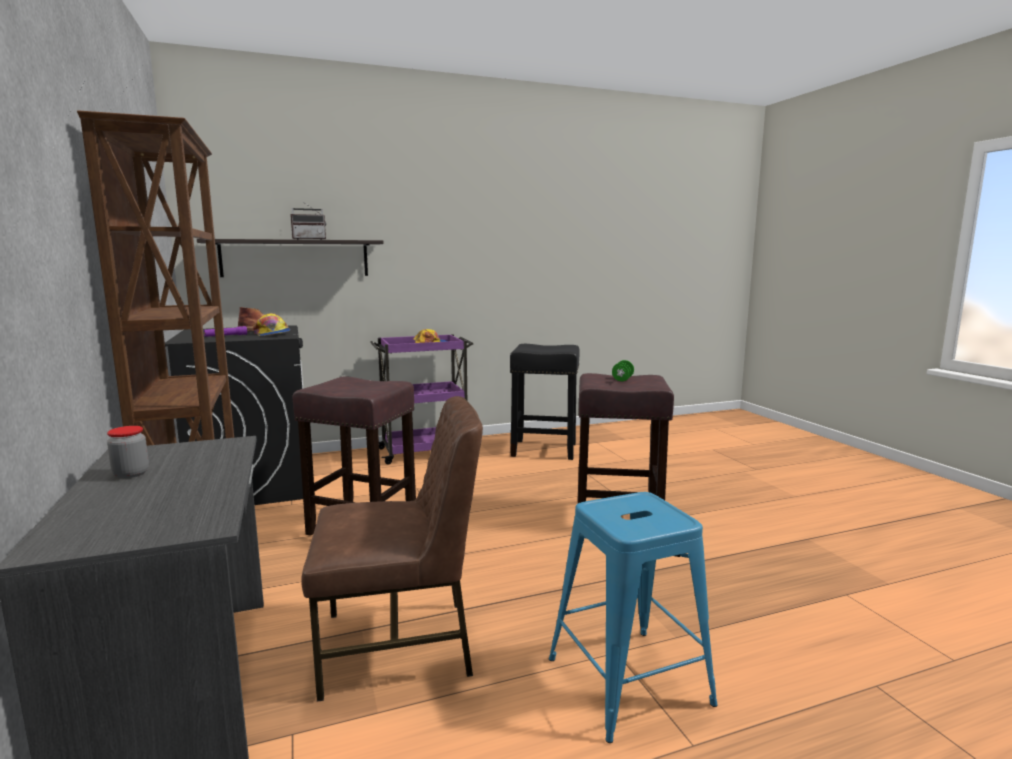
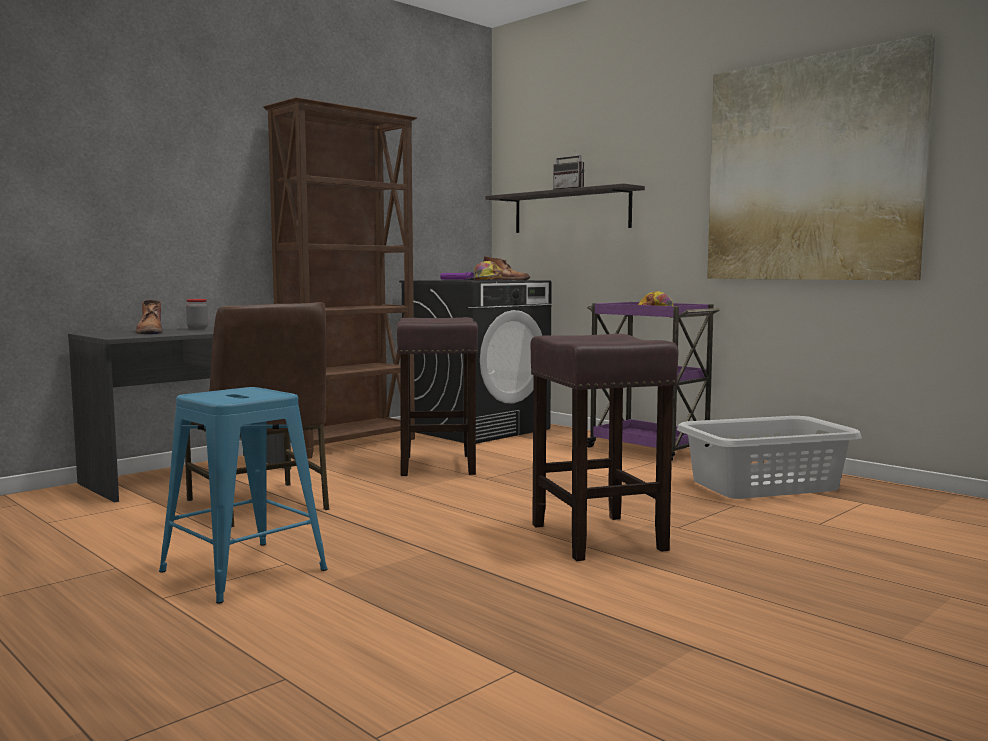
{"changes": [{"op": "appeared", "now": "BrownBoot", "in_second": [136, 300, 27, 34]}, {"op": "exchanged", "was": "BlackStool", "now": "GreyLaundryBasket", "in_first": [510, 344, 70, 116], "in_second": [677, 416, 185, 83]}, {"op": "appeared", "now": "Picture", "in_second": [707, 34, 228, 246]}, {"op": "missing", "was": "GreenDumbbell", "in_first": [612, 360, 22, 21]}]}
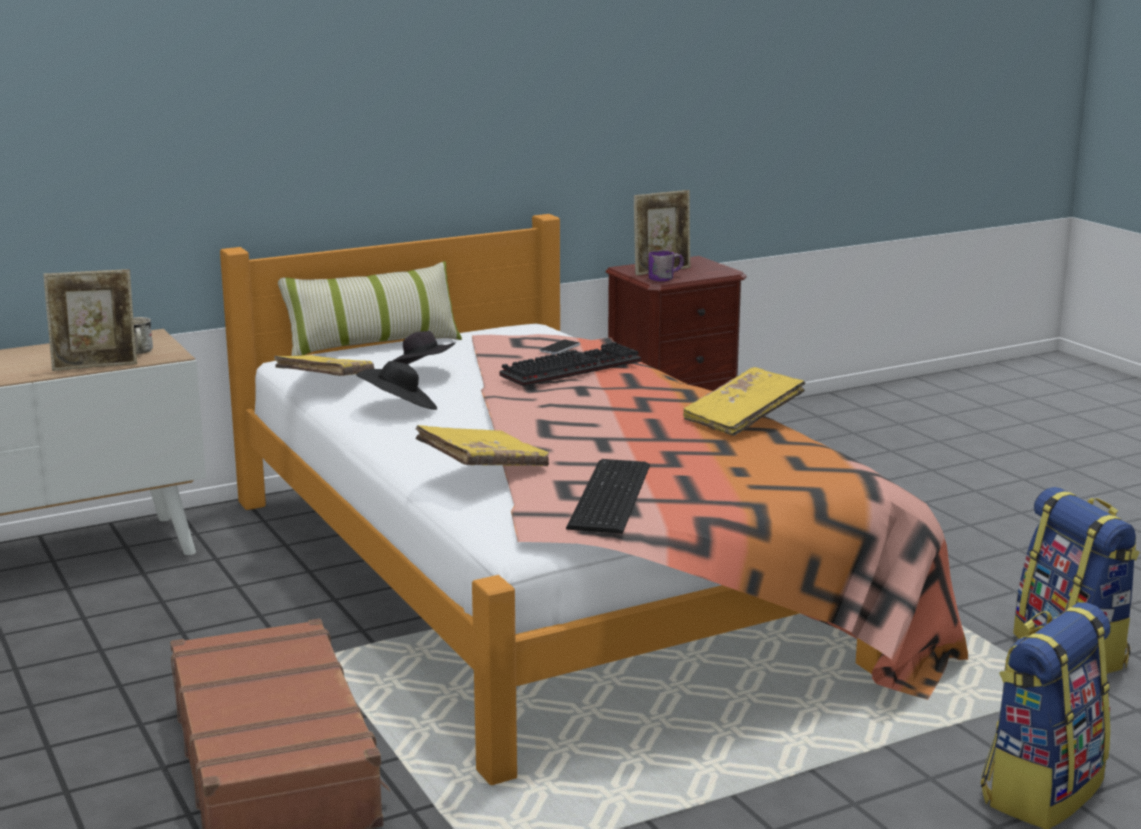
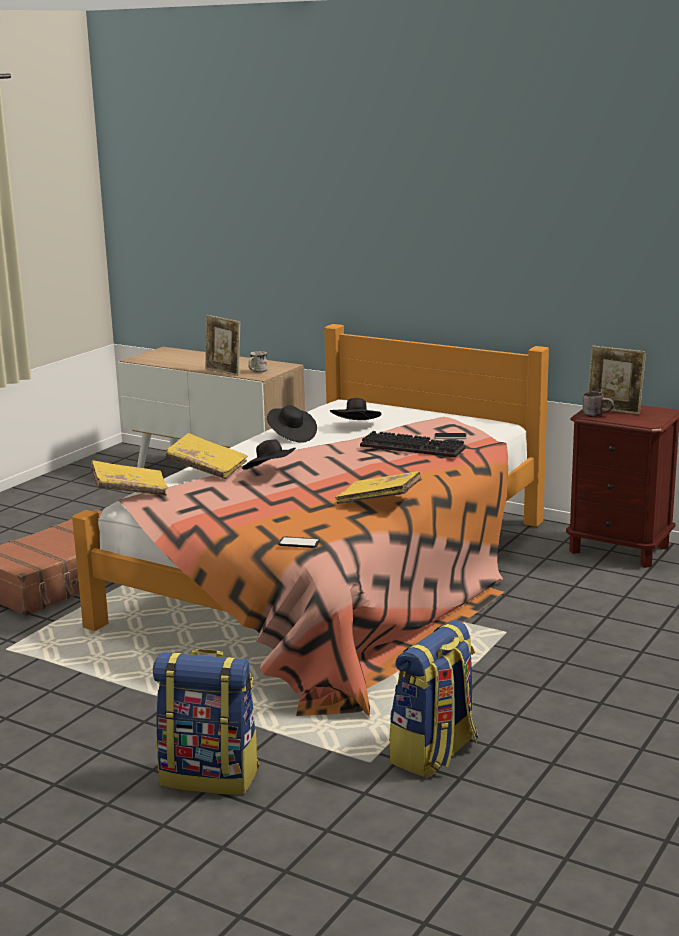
{"changes": [{"op": "relocated", "was": "YellowBook", "in_first": [274, 355, 100, 21], "in_second": [91, 460, 77, 36]}, {"op": "appeared", "now": "BlackHat", "in_second": [242, 439, 54, 31]}, {"op": "appeared", "now": "Phone", "in_second": [278, 536, 42, 12]}, {"op": "colour", "was": "PurpleMug", "now": "BrownMug", "in_first": [648, 250, 36, 31], "in_second": [583, 392, 31, 25]}, {"op": "missing", "was": "Pillow", "in_first": [278, 261, 184, 95]}, {"op": "missing", "was": "Keyboard", "in_first": [566, 459, 84, 75]}]}
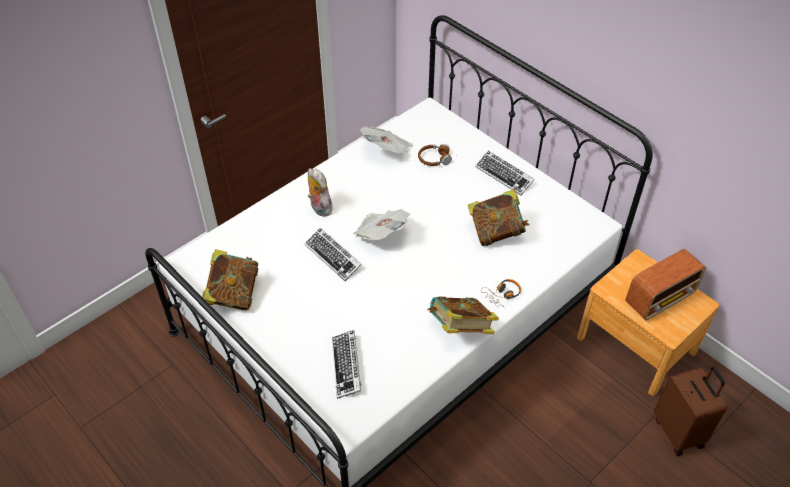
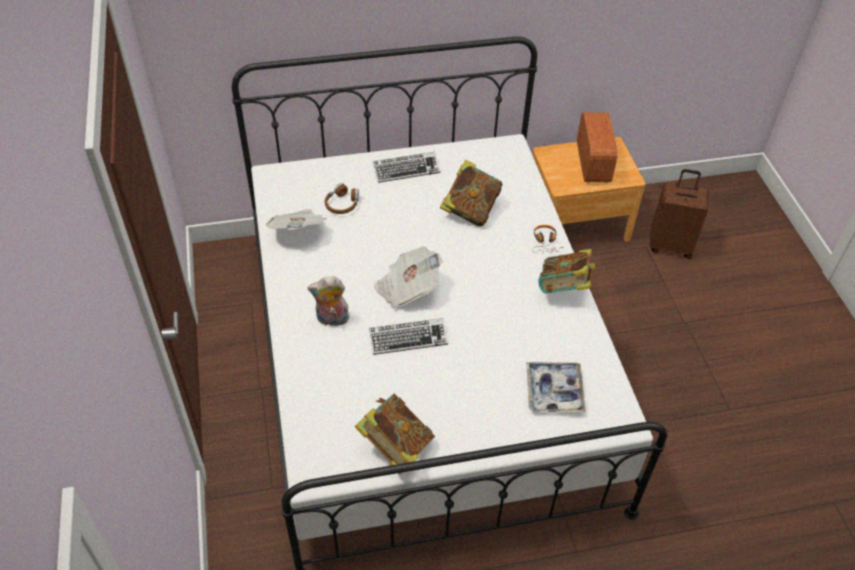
{"changes": [{"op": "exchanged", "was": "Keyboard", "now": "Tray", "in_first": [331, 330, 31, 69], "in_second": [526, 362, 60, 50]}]}
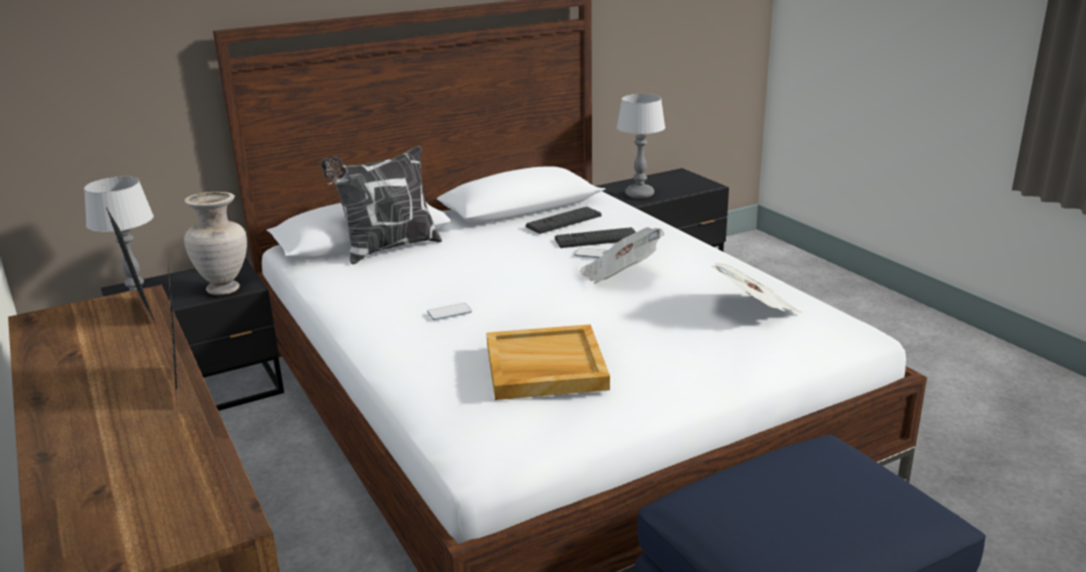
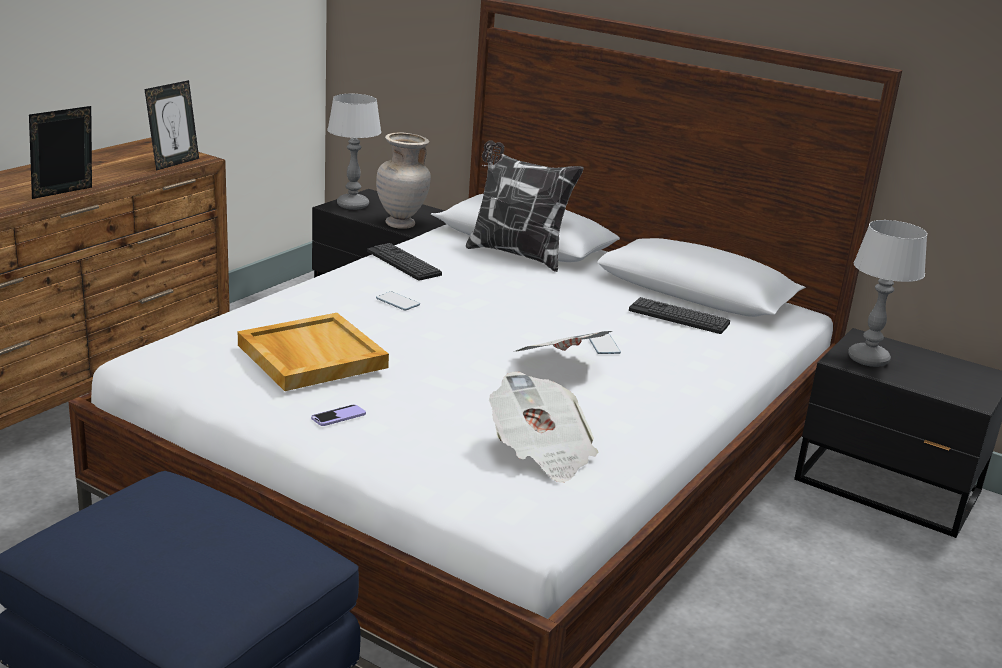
{"changes": [{"op": "appeared", "now": "Phone", "in_second": [311, 405, 55, 21]}, {"op": "relocated", "was": "Keyboard", "in_first": [555, 227, 81, 21], "in_second": [368, 243, 74, 38]}]}
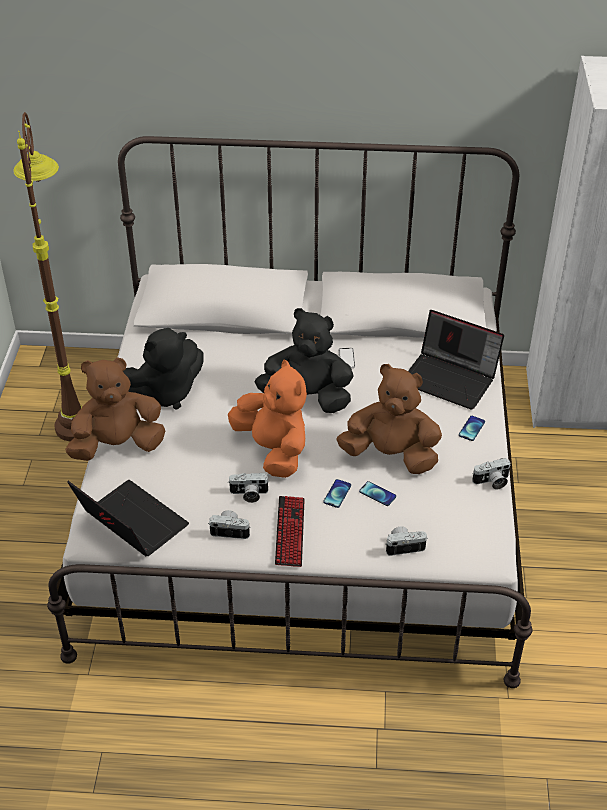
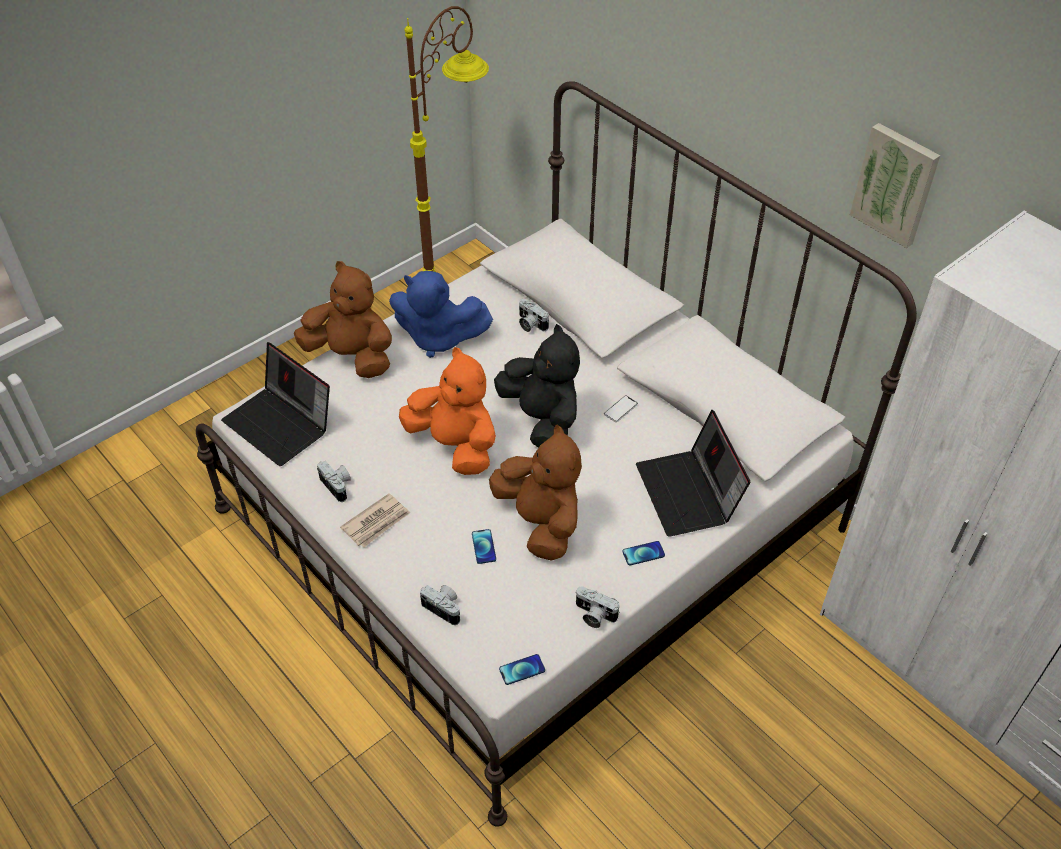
{"changes": [{"op": "spun", "was": "Laptop", "in_first": [67, 480, 122, 76], "in_second": [221, 342, 109, 124], "clockwise": 135}, {"op": "exchanged", "was": "Keyboard", "now": "Newspaper", "in_first": [275, 496, 30, 71], "in_second": [340, 494, 70, 53]}, {"op": "colour", "was": "BlackPlushToy", "now": "BluePlushToy", "in_first": [123, 328, 81, 82], "in_second": [389, 271, 104, 87]}, {"op": "spun", "was": "OrangePlushToy", "in_first": [228, 360, 79, 118], "in_second": [399, 347, 97, 128], "clockwise": -60}, {"op": "relocated", "was": "Phone", "in_first": [323, 479, 28, 29], "in_second": [499, 654, 46, 31]}, {"op": "relocated", "was": "PhotoCamera", "in_first": [228, 473, 42, 30], "in_second": [519, 299, 30, 33]}, {"op": "appeared", "now": "Picture", "in_second": [850, 123, 90, 125]}]}
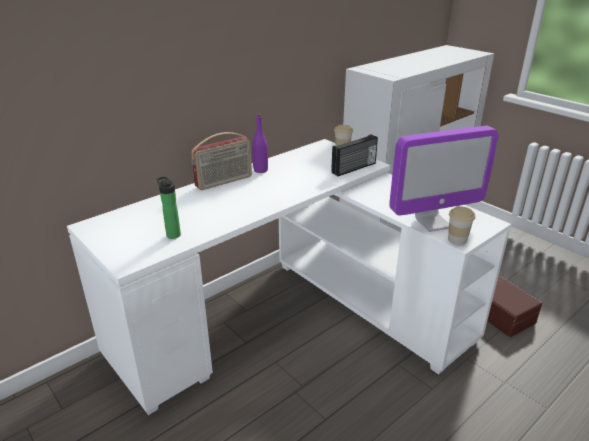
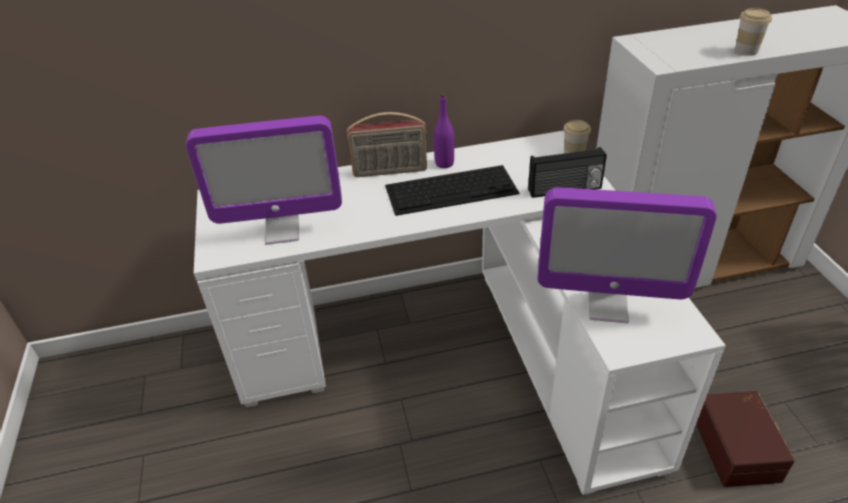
{"changes": [{"op": "exchanged", "was": "Bottle", "now": "Monitor", "in_first": [157, 176, 24, 63], "in_second": [186, 116, 156, 128]}, {"op": "appeared", "now": "Keyboard", "in_second": [385, 165, 134, 51]}, {"op": "relocated", "was": "Cup", "in_first": [448, 206, 27, 39], "in_second": [735, 8, 37, 48]}]}
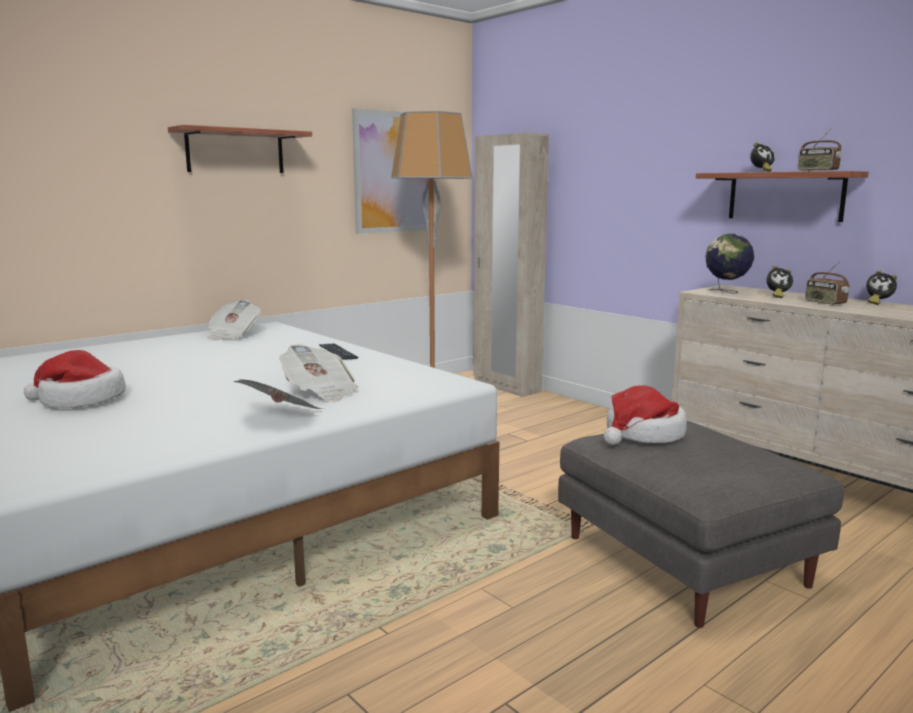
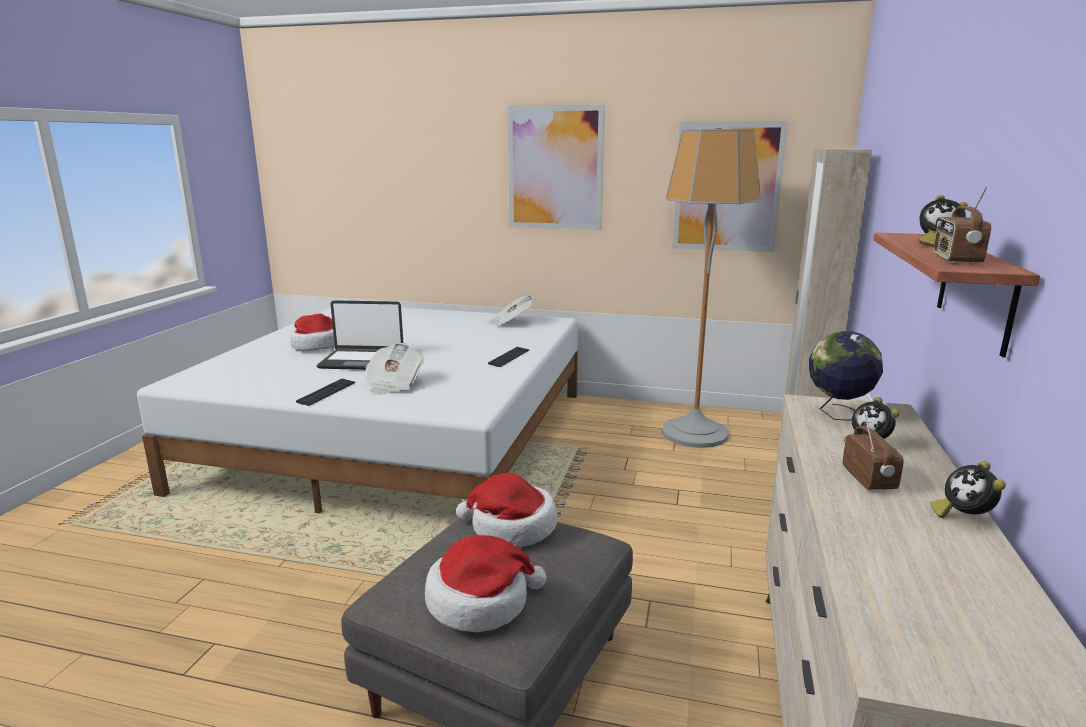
{"changes": [{"op": "exchanged", "was": "Newspaper", "now": "Keyboard", "in_first": [233, 380, 90, 29], "in_second": [296, 378, 59, 28]}, {"op": "appeared", "now": "Laptop", "in_second": [317, 300, 86, 70]}, {"op": "appeared", "now": "Hat", "in_second": [425, 535, 122, 97]}, {"op": "exchanged", "was": "Shelf", "now": "Picture", "in_first": [168, 125, 144, 48], "in_second": [507, 105, 98, 125]}, {"op": "spun", "was": "Radio", "in_first": [805, 261, 44, 44], "in_second": [843, 411, 61, 79], "clockwise": 150}]}
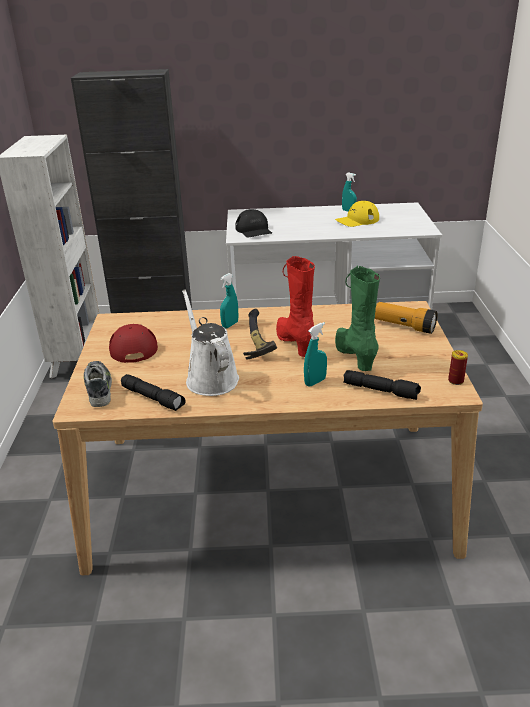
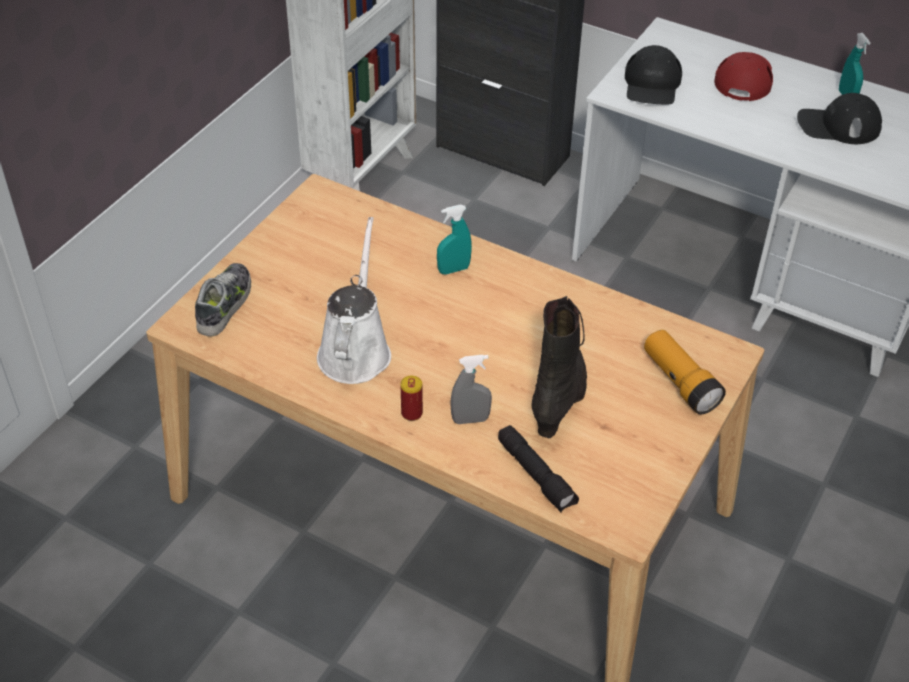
{"changes": [{"op": "relocated", "was": "Can", "in_first": [448, 350, 20, 35], "in_second": [401, 376, 22, 45]}, {"op": "colour", "was": "TurquoiseSprayBottle", "now": "GreySprayBottle", "in_first": [304, 322, 23, 65], "in_second": [450, 355, 42, 69]}, {"op": "colour", "was": "GreenBoot", "now": "BlackBoot", "in_first": [335, 266, 45, 105], "in_second": [532, 296, 55, 142]}, {"op": "relocated", "was": "RedCap", "in_first": [109, 324, 49, 39], "in_second": [714, 52, 59, 49]}, {"op": "colour", "was": "YellowCap", "now": "BlackCap", "in_first": [335, 201, 44, 26], "in_second": [797, 93, 85, 51]}, {"op": "missing", "was": "BlackFlashlight", "in_first": [121, 374, 65, 37]}, {"op": "missing", "was": "Hammer", "in_first": [243, 309, 34, 50]}, {"op": "missing", "was": "RedBoot", "in_first": [276, 256, 39, 101]}]}
